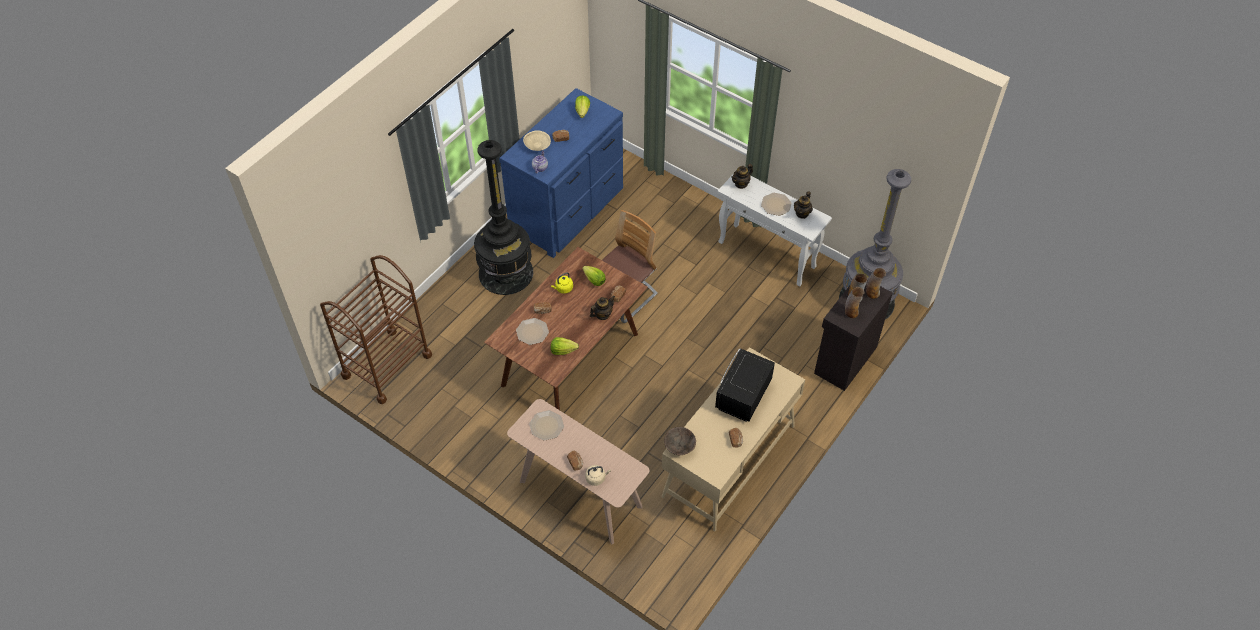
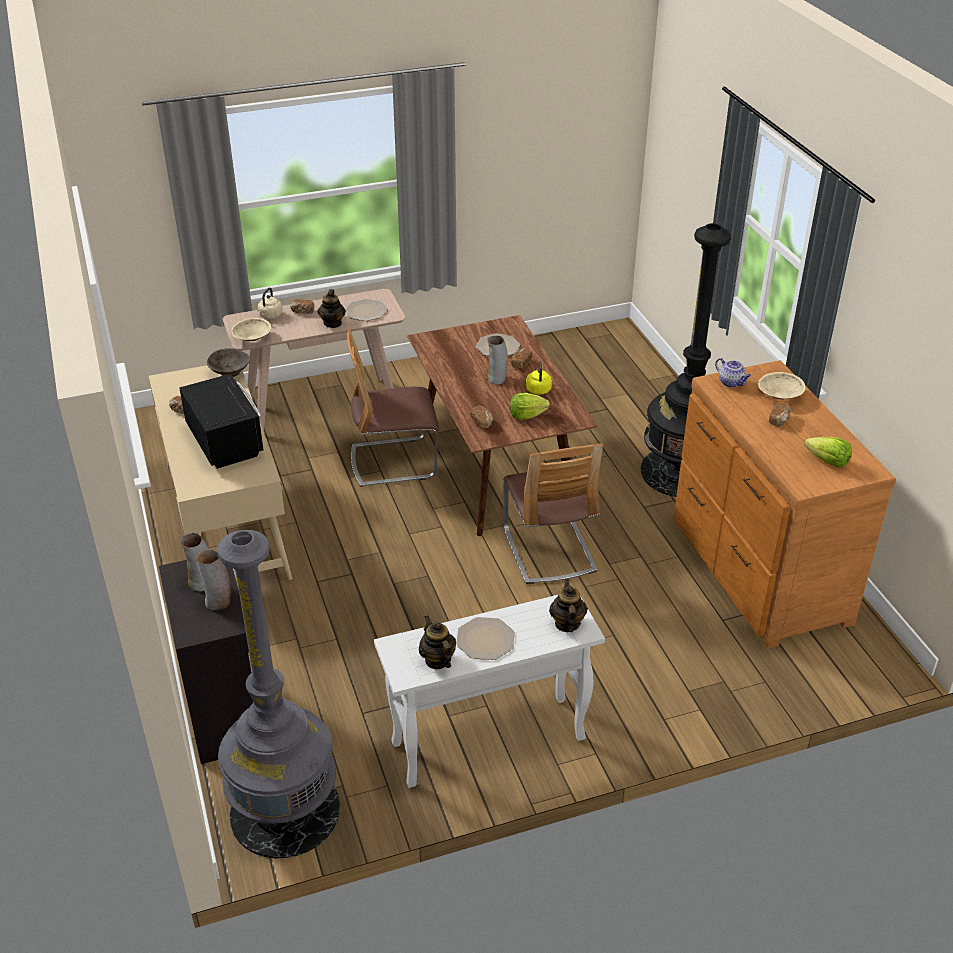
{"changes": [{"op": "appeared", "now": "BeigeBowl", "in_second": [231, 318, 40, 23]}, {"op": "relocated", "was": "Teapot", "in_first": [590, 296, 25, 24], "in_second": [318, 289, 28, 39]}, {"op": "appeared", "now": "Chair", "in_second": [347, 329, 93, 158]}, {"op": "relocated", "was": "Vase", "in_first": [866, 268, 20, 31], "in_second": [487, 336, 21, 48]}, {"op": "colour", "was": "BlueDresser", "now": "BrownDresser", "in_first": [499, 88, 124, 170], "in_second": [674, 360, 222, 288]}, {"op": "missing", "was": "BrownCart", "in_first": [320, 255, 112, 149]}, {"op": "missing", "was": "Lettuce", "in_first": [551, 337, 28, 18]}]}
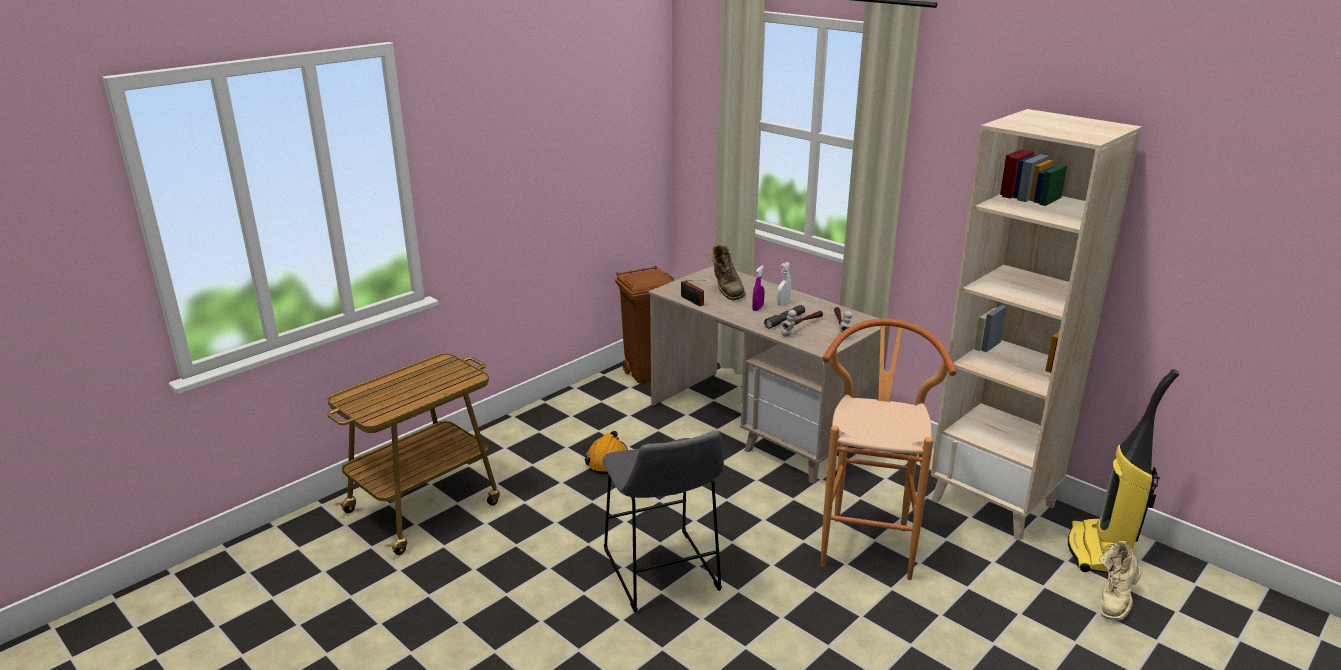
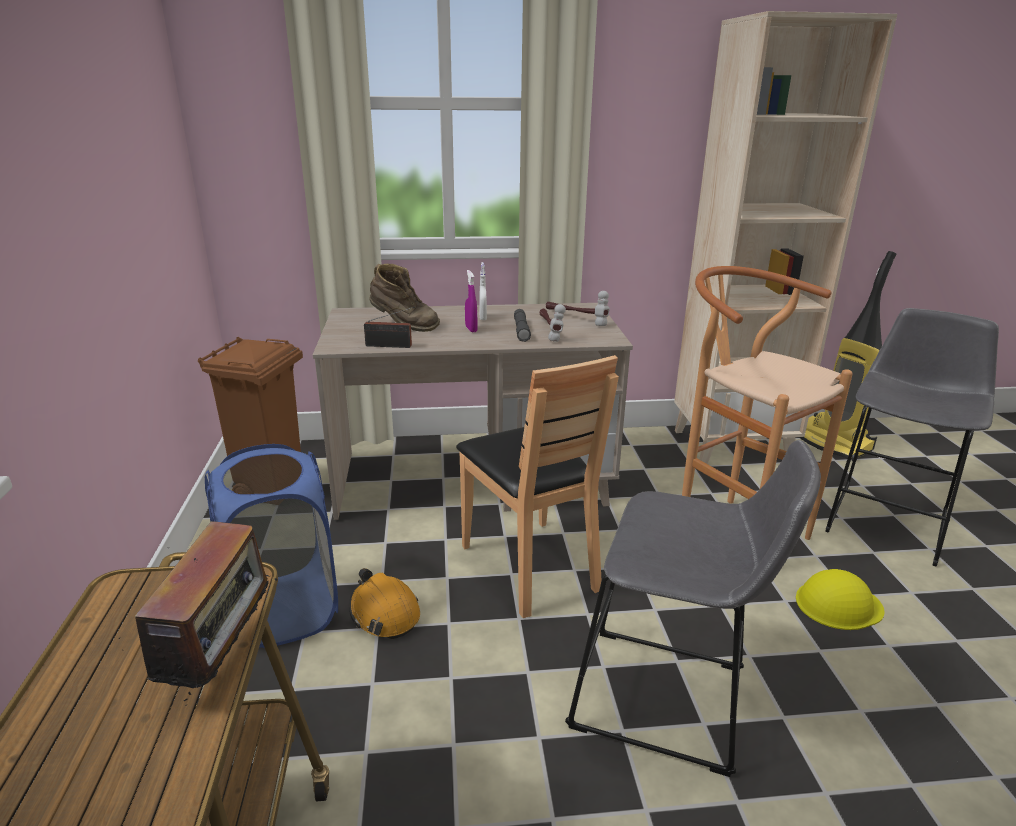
{"changes": [{"op": "appeared", "now": "Radio", "in_second": [118, 521, 159, 185]}, {"op": "appeared", "now": "BlueLaundryBasket", "in_second": [205, 444, 133, 204]}, {"op": "appeared", "now": "BrownChair", "in_second": [456, 355, 163, 263]}, {"op": "appeared", "now": "YellowHardHat", "in_second": [796, 569, 89, 61]}, {"op": "appeared", "now": "GreyStool", "in_second": [825, 308, 174, 259]}, {"op": "missing", "was": "BeigeBoot", "in_first": [1099, 541, 43, 79]}]}
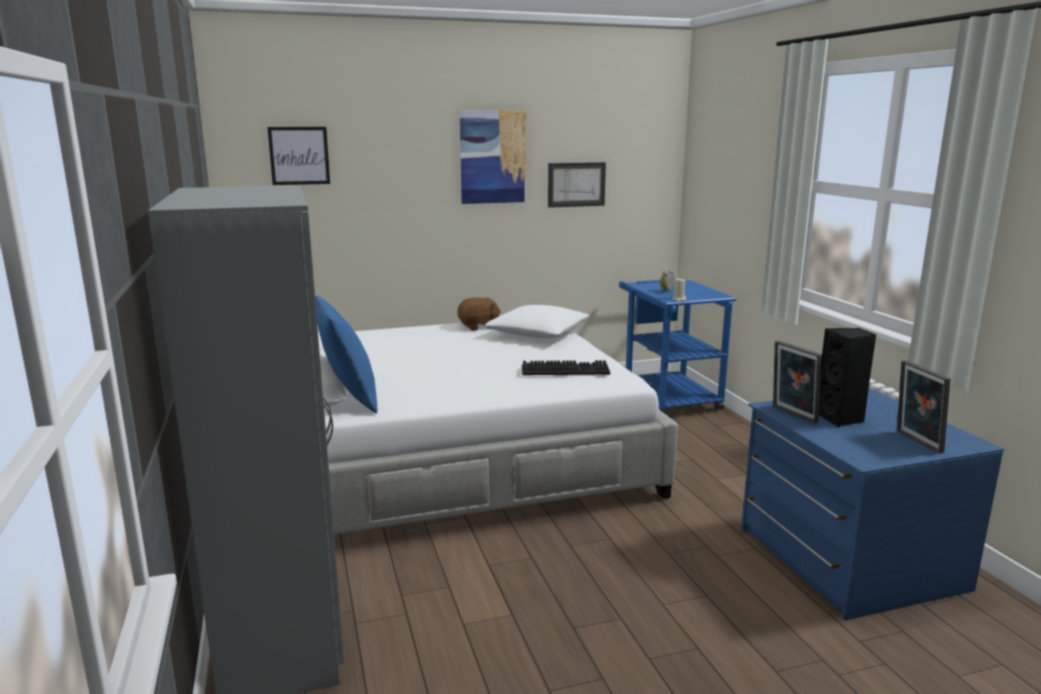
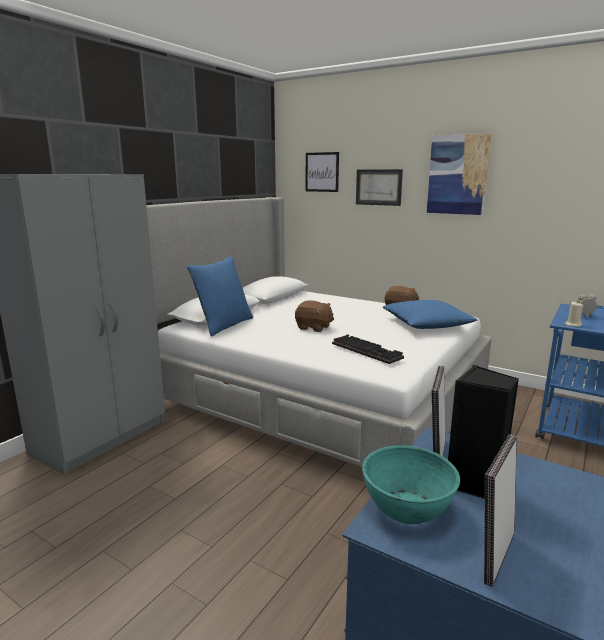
{"changes": [{"op": "appeared", "now": "BrownPlushToy", "in_second": [295, 300, 39, 32]}, {"op": "relocated", "was": "Picture", "in_first": [548, 162, 58, 46], "in_second": [356, 169, 47, 37]}, {"op": "appeared", "now": "TurquoiseBowl", "in_second": [362, 445, 98, 79]}, {"op": "colour", "was": "WhitePillow", "now": "BluePillow", "in_first": [484, 305, 106, 34], "in_second": [383, 300, 95, 29]}]}
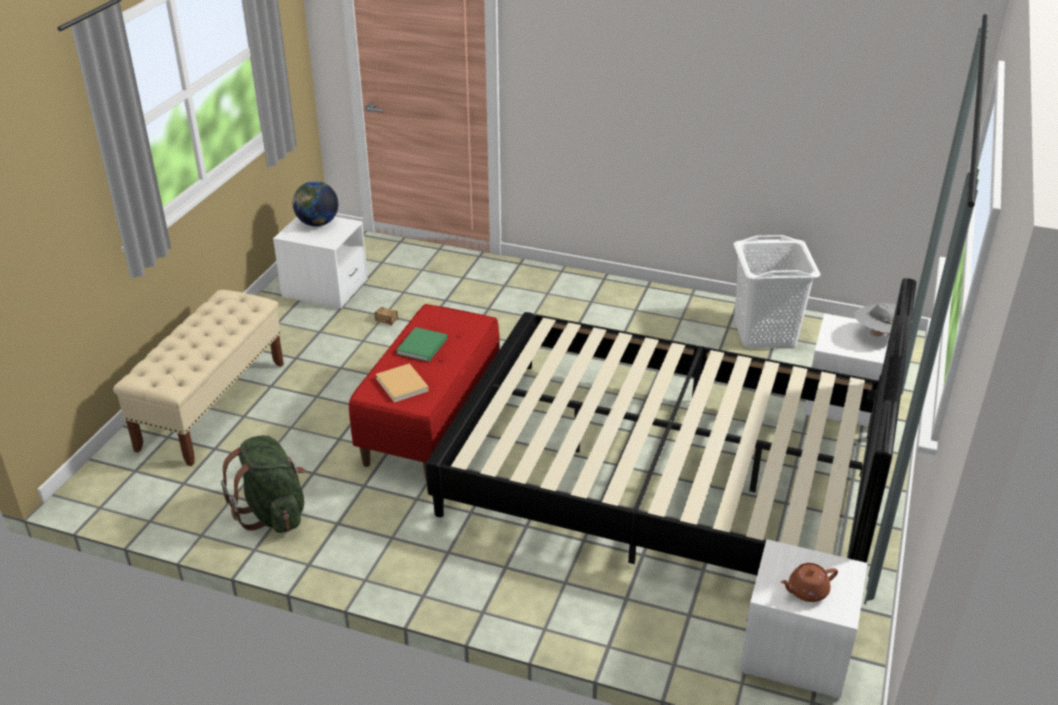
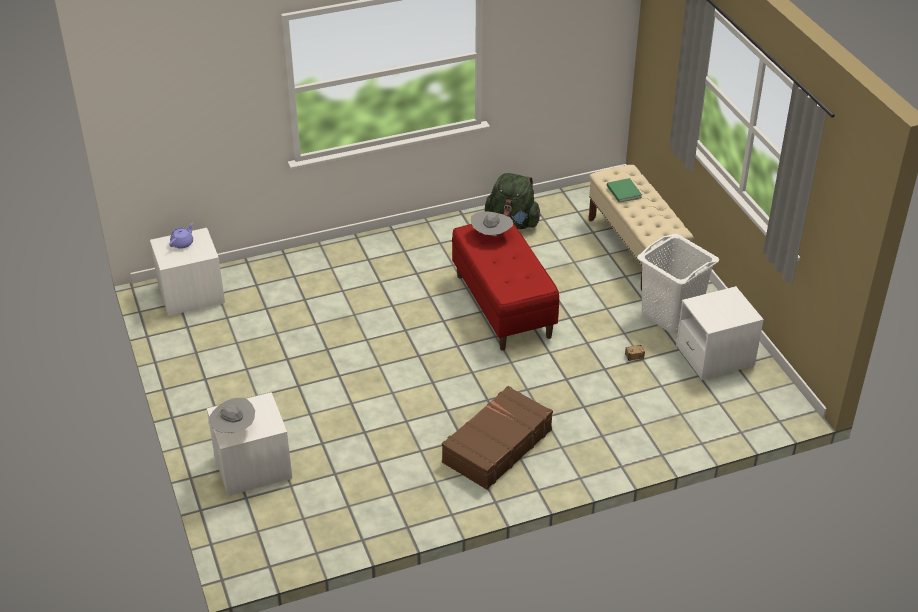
{"changes": [{"op": "colour", "was": "BrownTeapot", "now": "PurpleTeapot", "in_first": [781, 563, 57, 39], "in_second": [169, 222, 24, 27]}, {"op": "appeared", "now": "BrownSuitcase", "in_second": [442, 386, 111, 104]}, {"op": "exchanged", "was": "BeigeBook", "now": "GreyHat", "in_first": [375, 363, 54, 40], "in_second": [471, 211, 42, 25]}, {"op": "relocated", "was": "GreenBook", "in_first": [396, 327, 52, 35], "in_second": [607, 178, 35, 25]}, {"op": "relocated", "was": "WhiteLaundryBasket", "in_first": [733, 235, 87, 113], "in_second": [637, 234, 82, 100]}, {"op": "missing", "was": "Globe", "in_first": [292, 181, 46, 46]}, {"op": "missing", "was": "BlackBed", "in_first": [426, 278, 490, 297]}]}
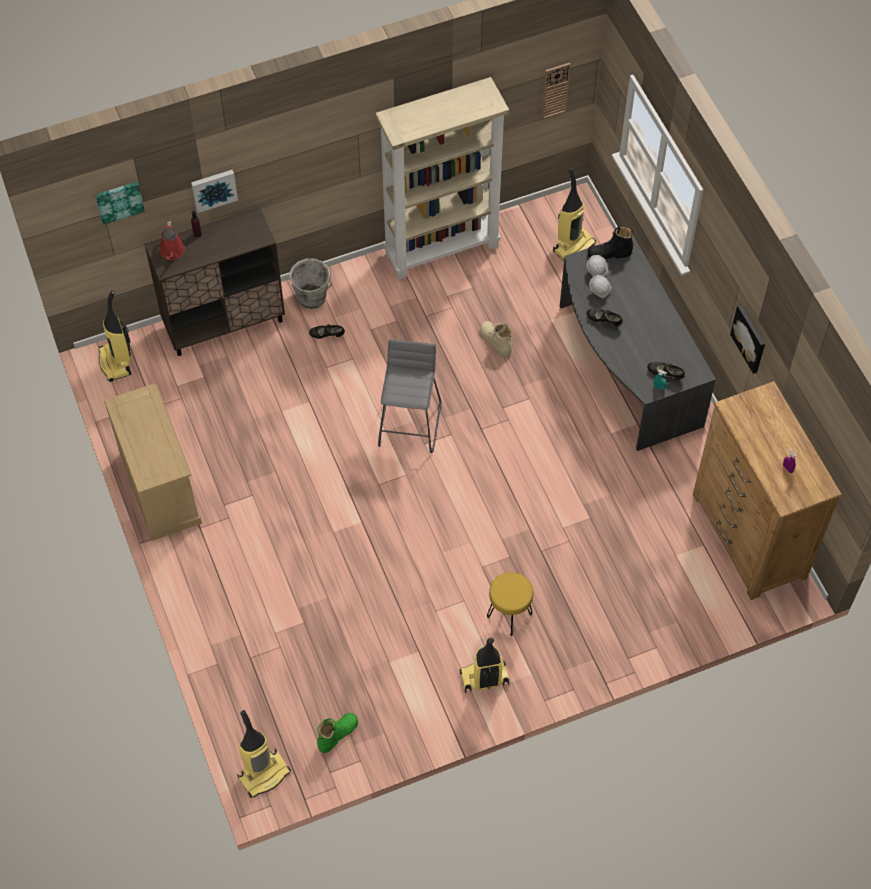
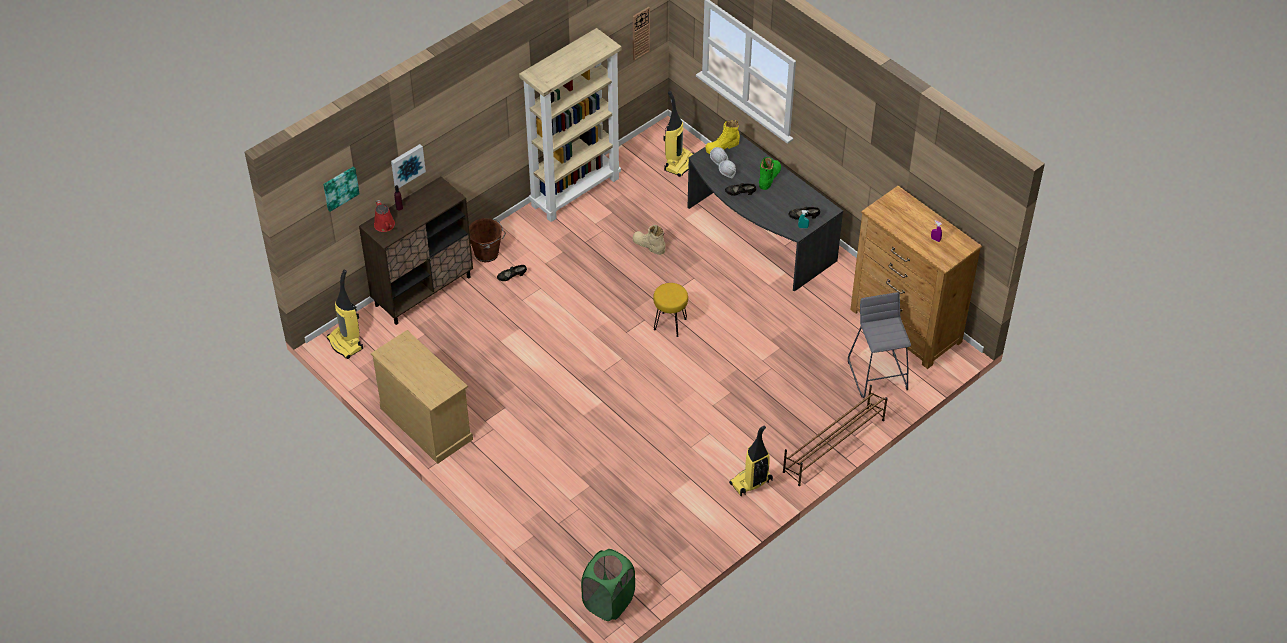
{"changes": [{"op": "colour", "was": "GreyBucket", "now": "BrownBucket", "in_first": [289, 259, 43, 50], "in_second": [469, 218, 37, 44]}, {"op": "exchanged", "was": "VacuumCleaner", "now": "GreenLaundryBasket", "in_first": [237, 710, 54, 88], "in_second": [581, 549, 54, 72]}, {"op": "relocated", "was": "YellowStool", "in_first": [487, 572, 46, 64], "in_second": [653, 283, 35, 54]}, {"op": "colour", "was": "BlackBoot", "now": "YellowBoot", "in_first": [588, 226, 45, 33], "in_second": [705, 120, 35, 34]}, {"op": "relocated", "was": "GreenBoot", "in_first": [317, 713, 41, 40], "in_second": [759, 157, 22, 33]}, {"op": "appeared", "now": "BrownShoeRack", "in_second": [783, 385, 105, 101]}, {"op": "relocated", "was": "GreyStool", "in_first": [378, 339, 64, 114], "in_second": [848, 292, 63, 106]}, {"op": "missing", "was": "Picture", "in_first": [730, 304, 35, 70]}]}
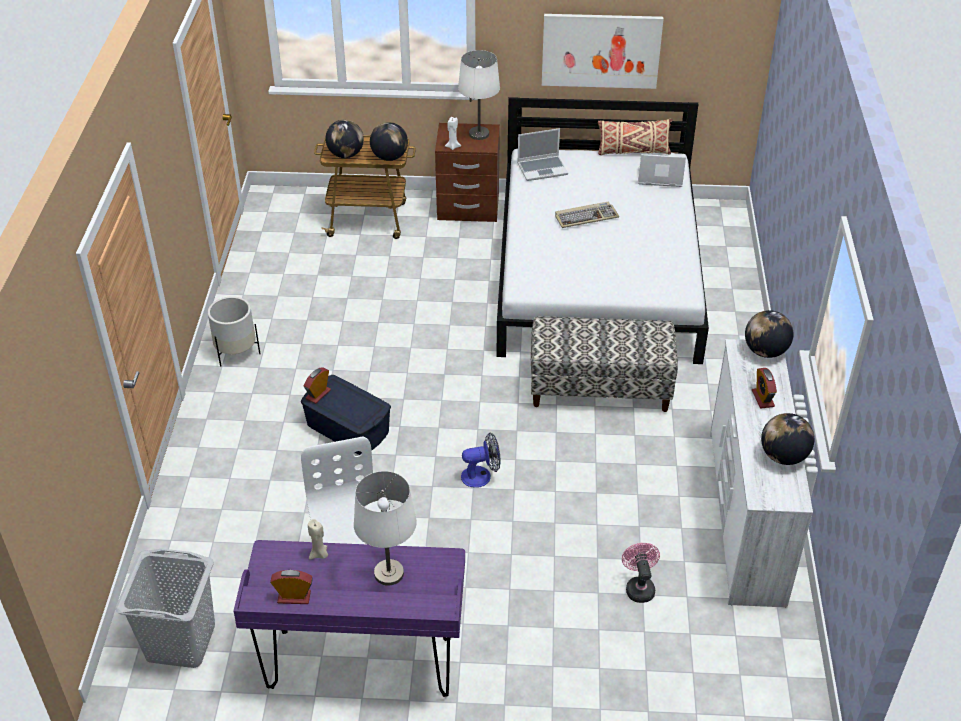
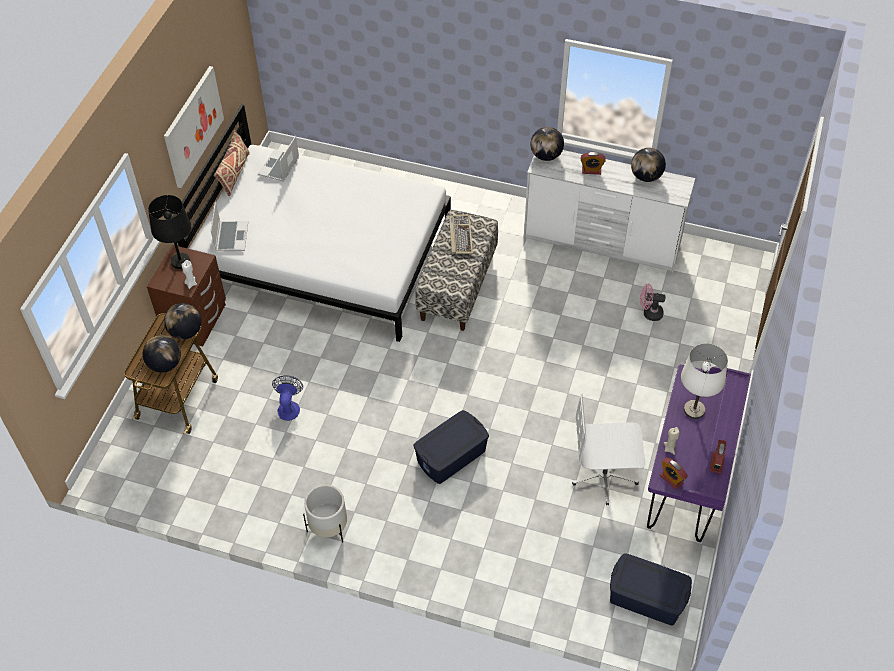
{"changes": [{"op": "colour", "was": "WhiteTableLamp", "now": "BlackTableLamp", "in_first": [458, 50, 42, 90], "in_second": [148, 195, 43, 74]}, {"op": "relocated", "was": "Fan", "in_first": [461, 433, 40, 55], "in_second": [272, 375, 31, 46]}, {"op": "relocated", "was": "Keyboard", "in_first": [555, 202, 64, 26], "in_second": [449, 215, 24, 39]}, {"op": "exchanged", "was": "GreyLaundryBasket", "now": "BlueStorageBox", "in_first": [115, 549, 100, 119], "in_second": [610, 553, 82, 73]}, {"op": "relocated", "was": "AlarmClock", "in_first": [303, 367, 28, 37], "in_second": [660, 457, 28, 33]}]}
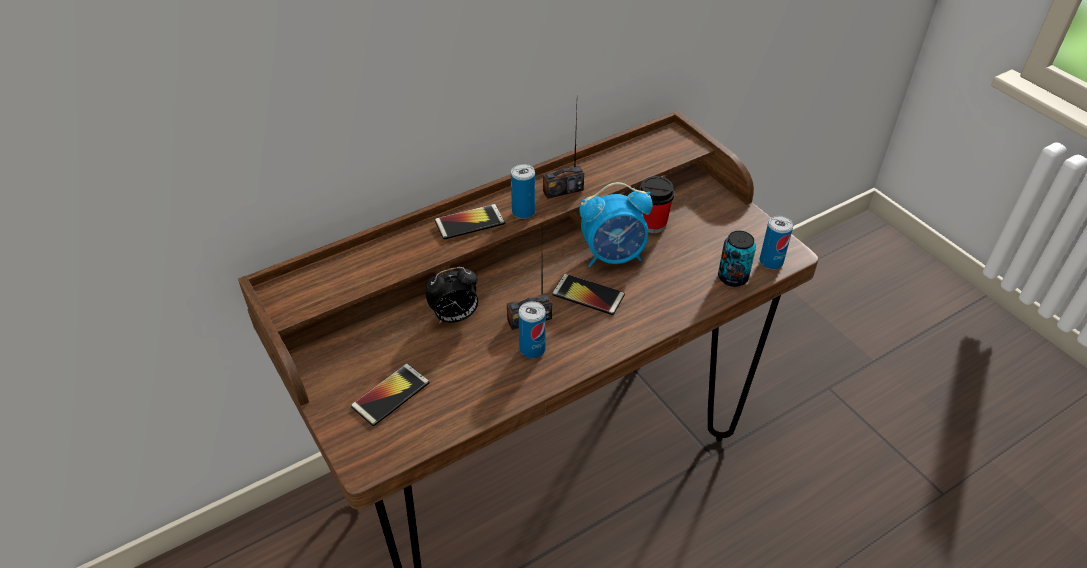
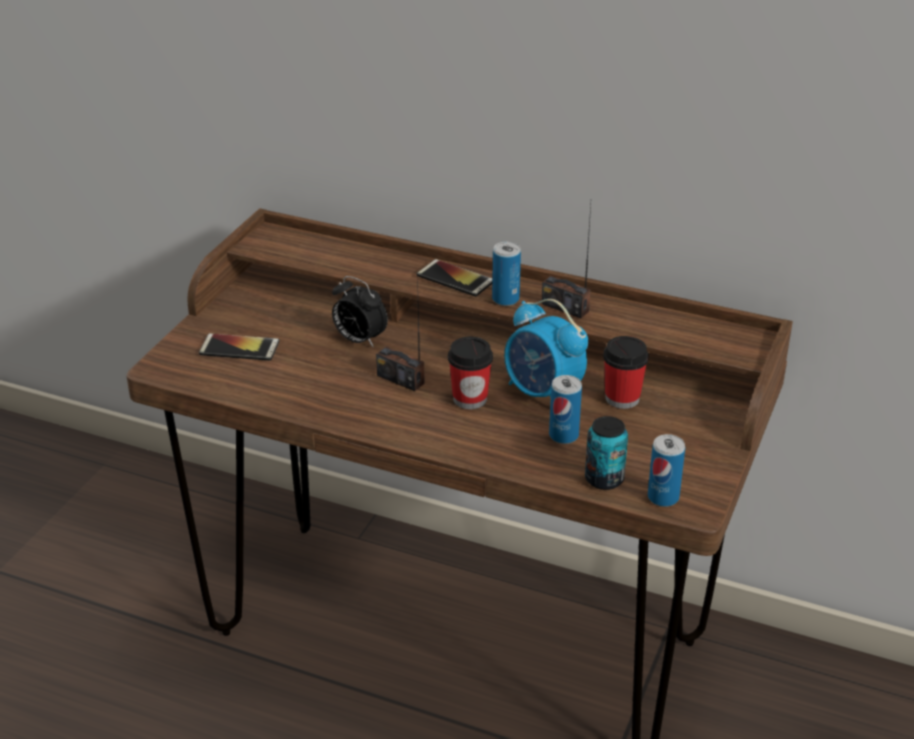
{"changes": [{"op": "exchanged", "was": "Phone", "now": "Cup", "in_first": [552, 274, 73, 41], "in_second": [448, 337, 45, 72]}, {"op": "relocated", "was": "Can", "in_first": [518, 301, 28, 57], "in_second": [549, 375, 33, 69]}]}
